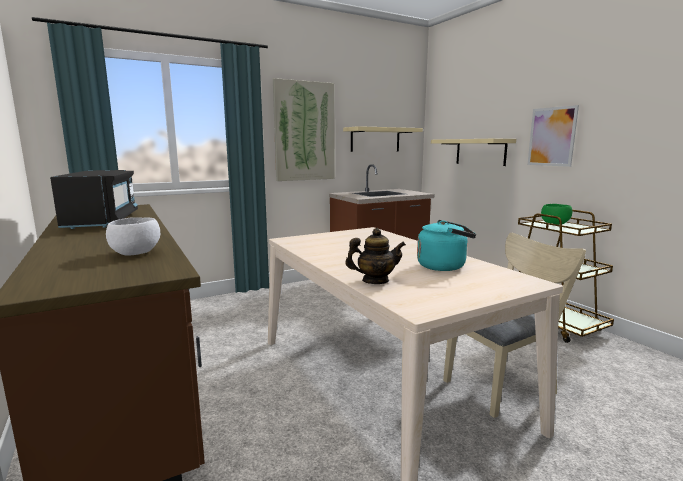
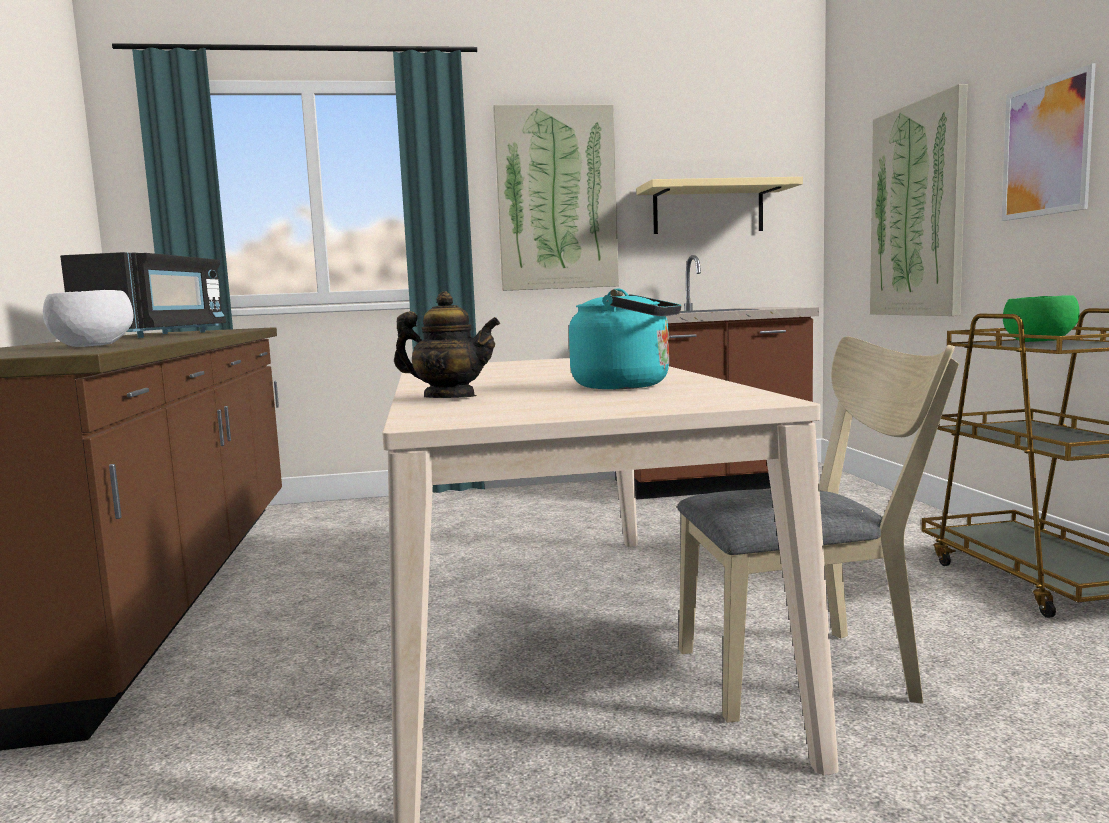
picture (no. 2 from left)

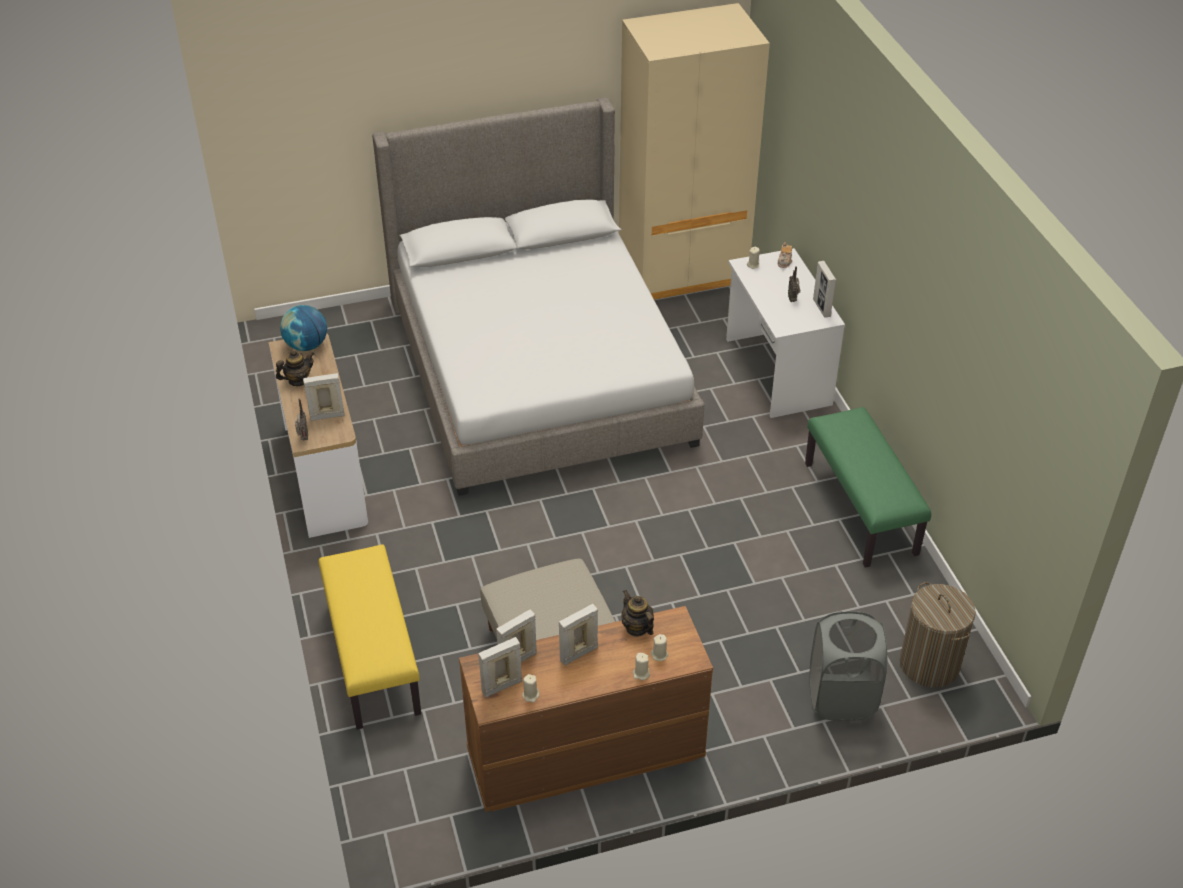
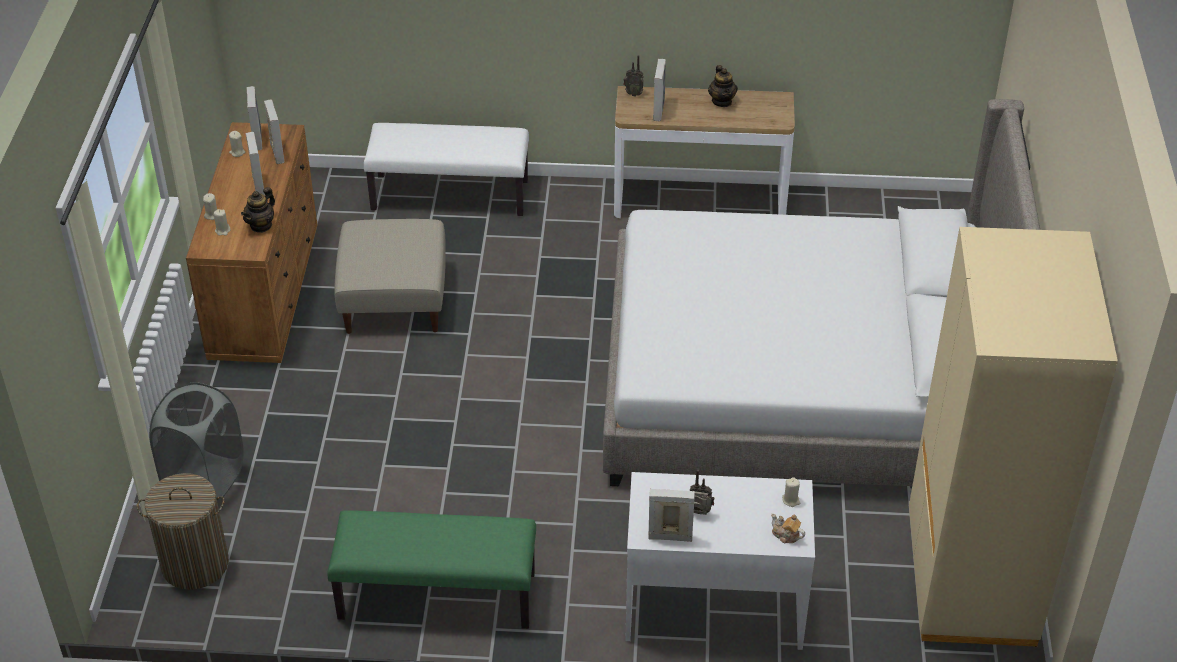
desk globe
indoor bench in whitish
teapot (no. 1 from left)

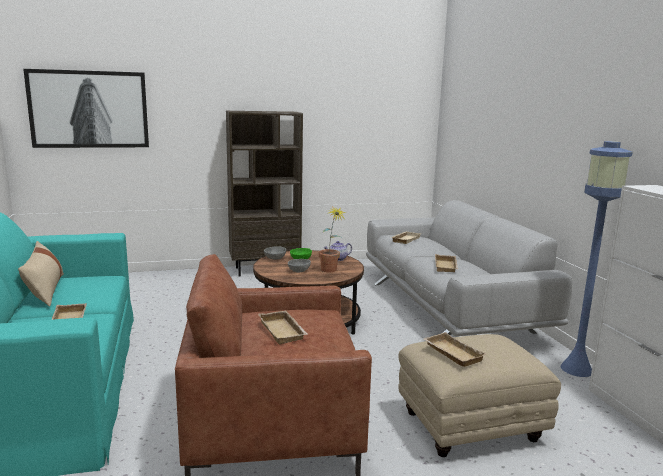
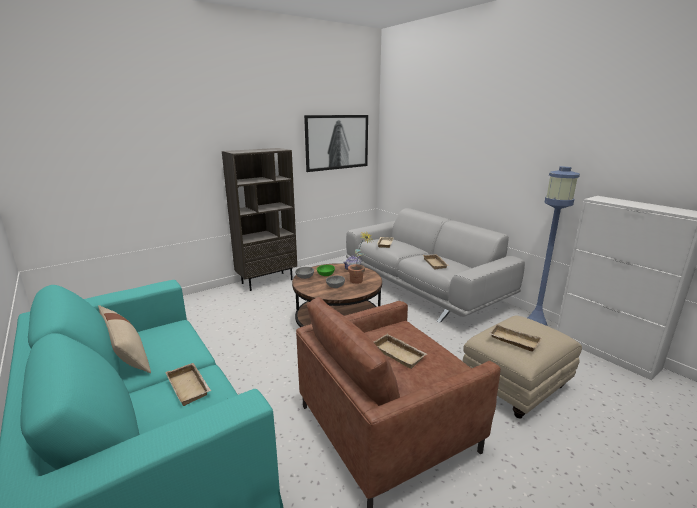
picture

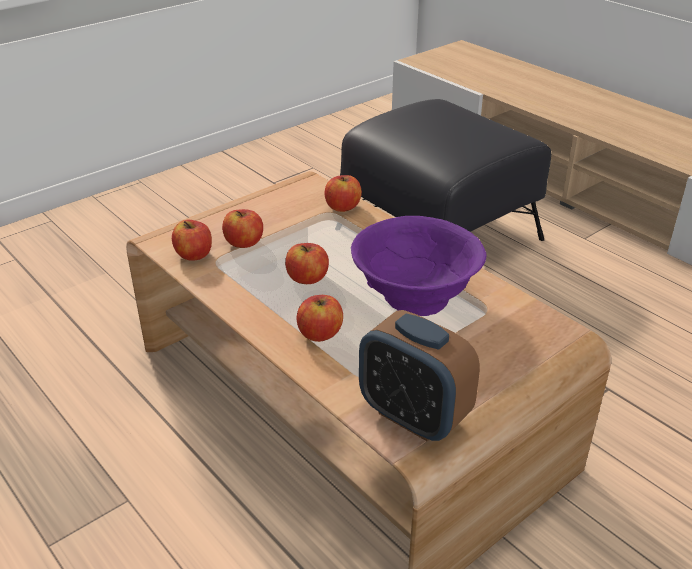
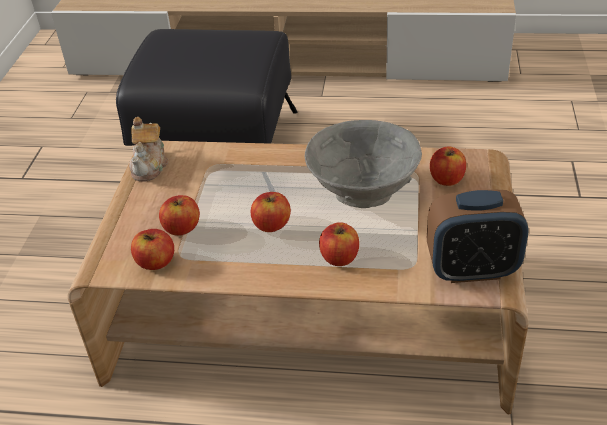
apple fruit (no. 5 from left)
deep dish in gray
teapot

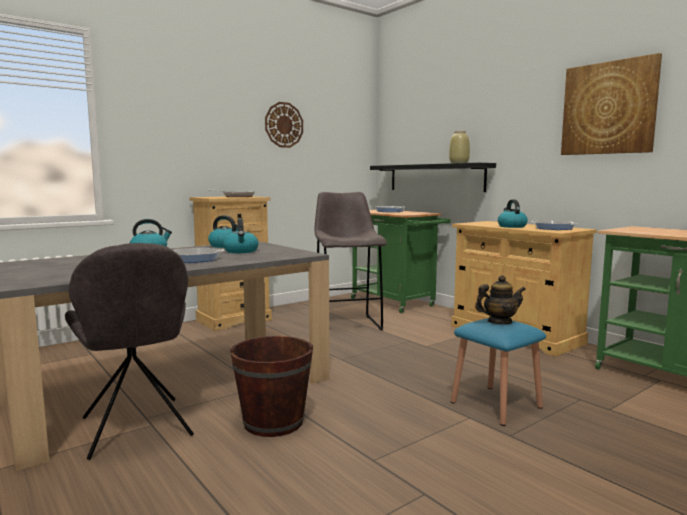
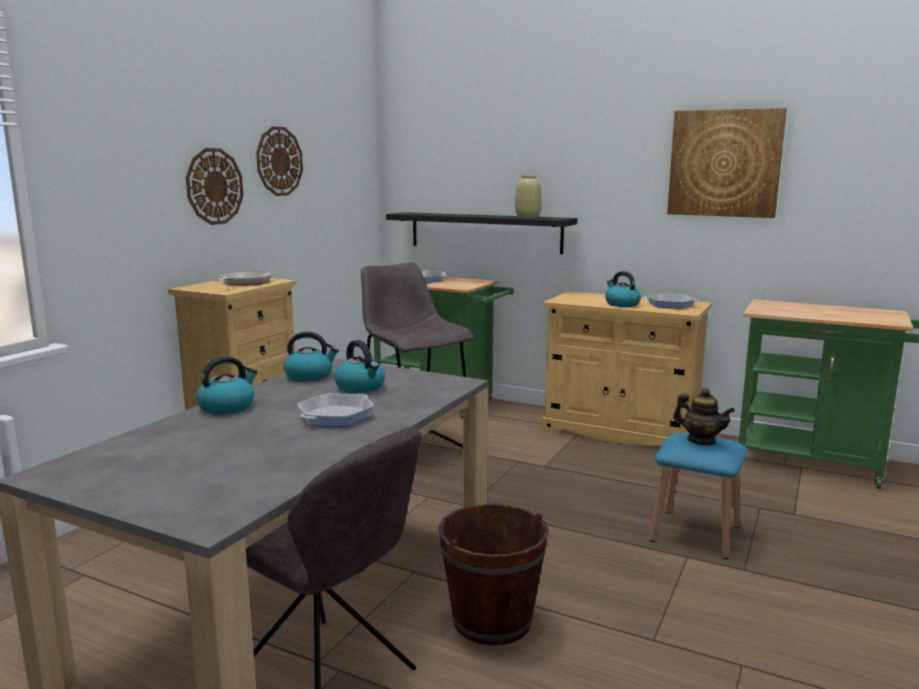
teapot
hanging clock (no. 1 from left)

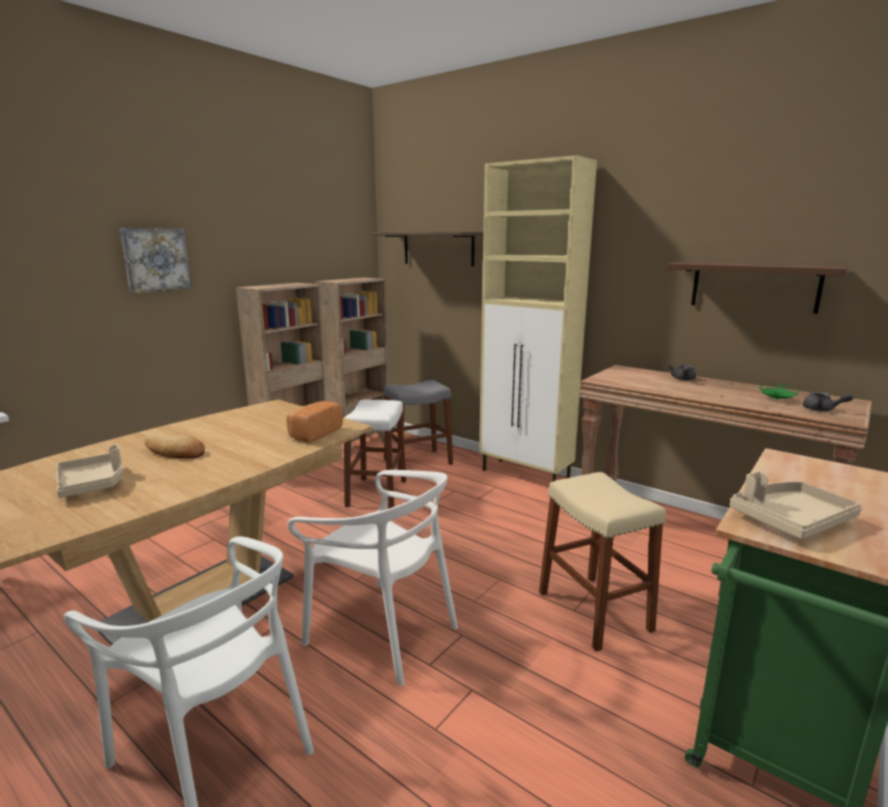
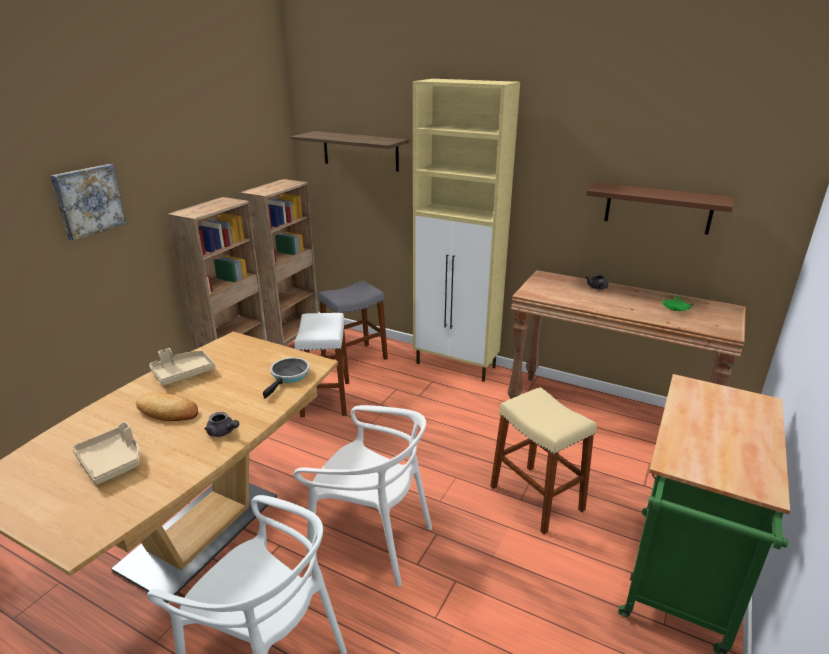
frying pan
serving tray in beige (no. 2 from left)
teapot in gray (no. 1 from left)

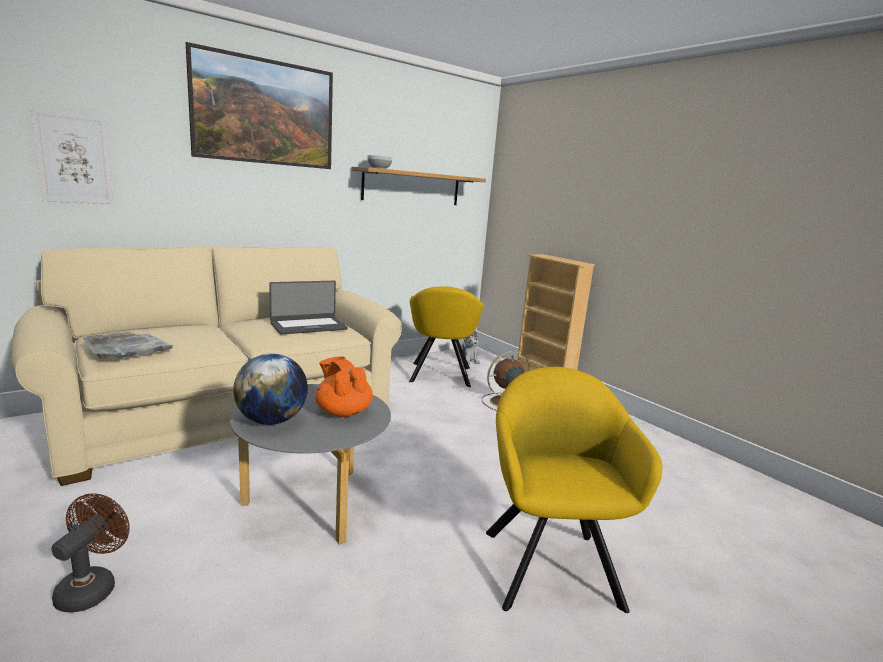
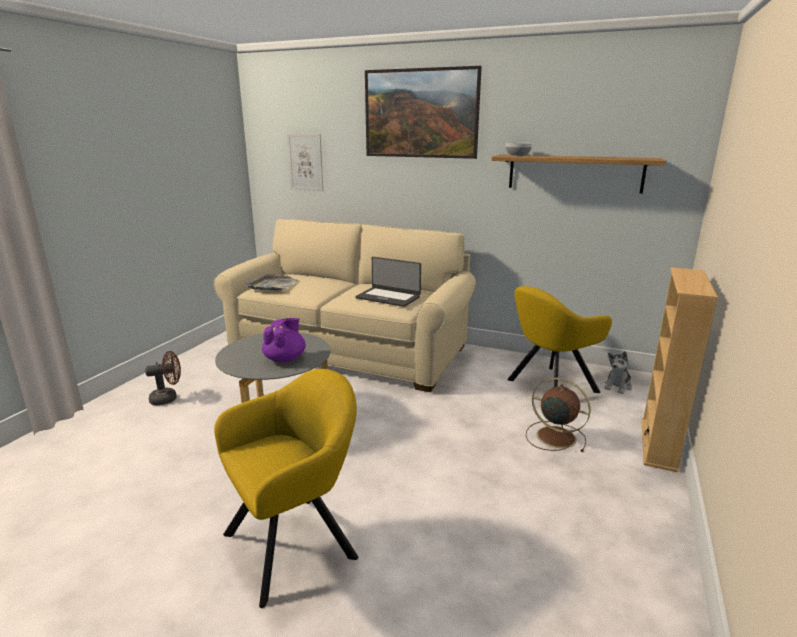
desk globe
teapot in purplish

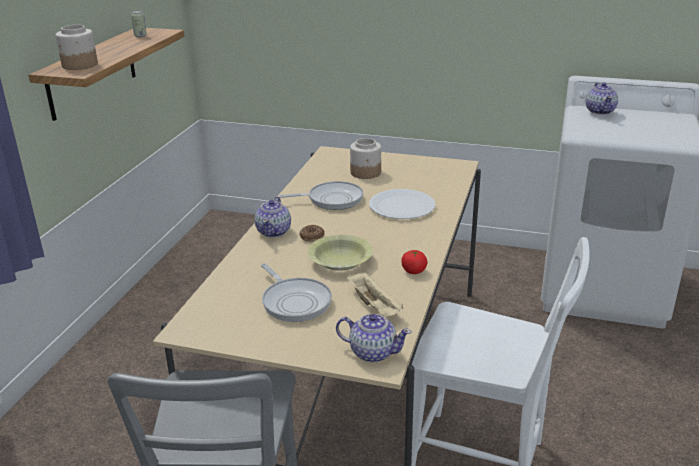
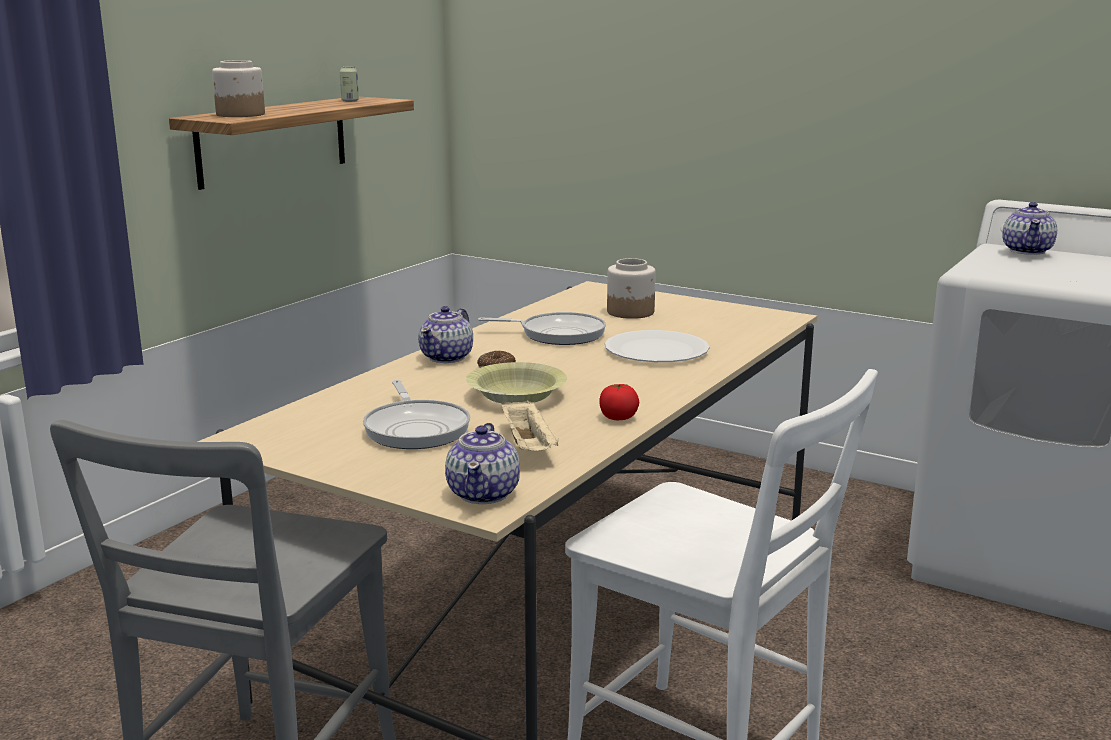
teapot (no. 2 from left)

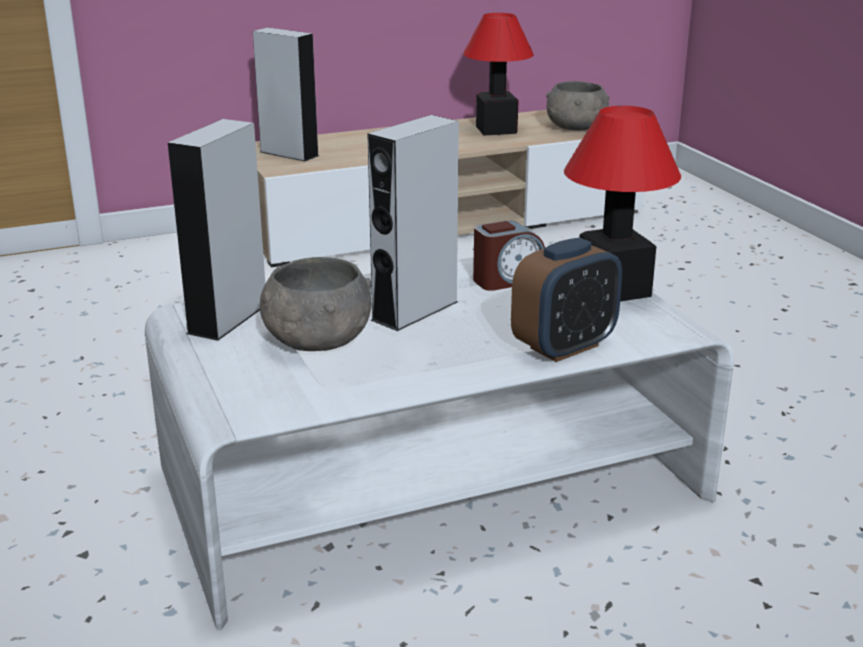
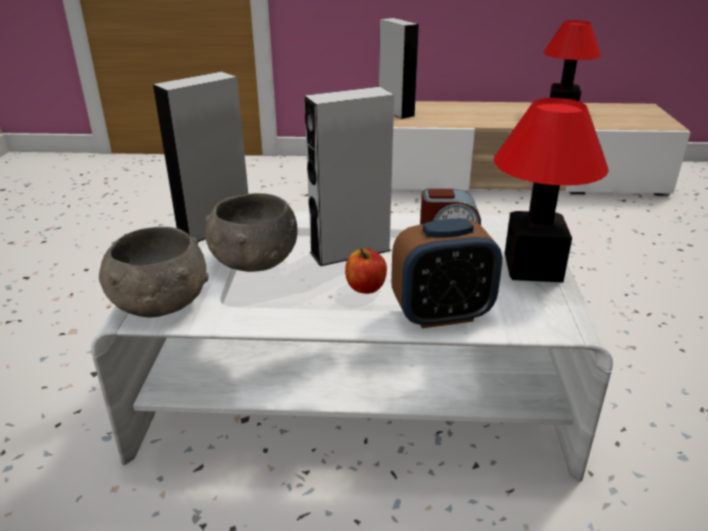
deep dish in gray (no. 1 from left)
apple fruit

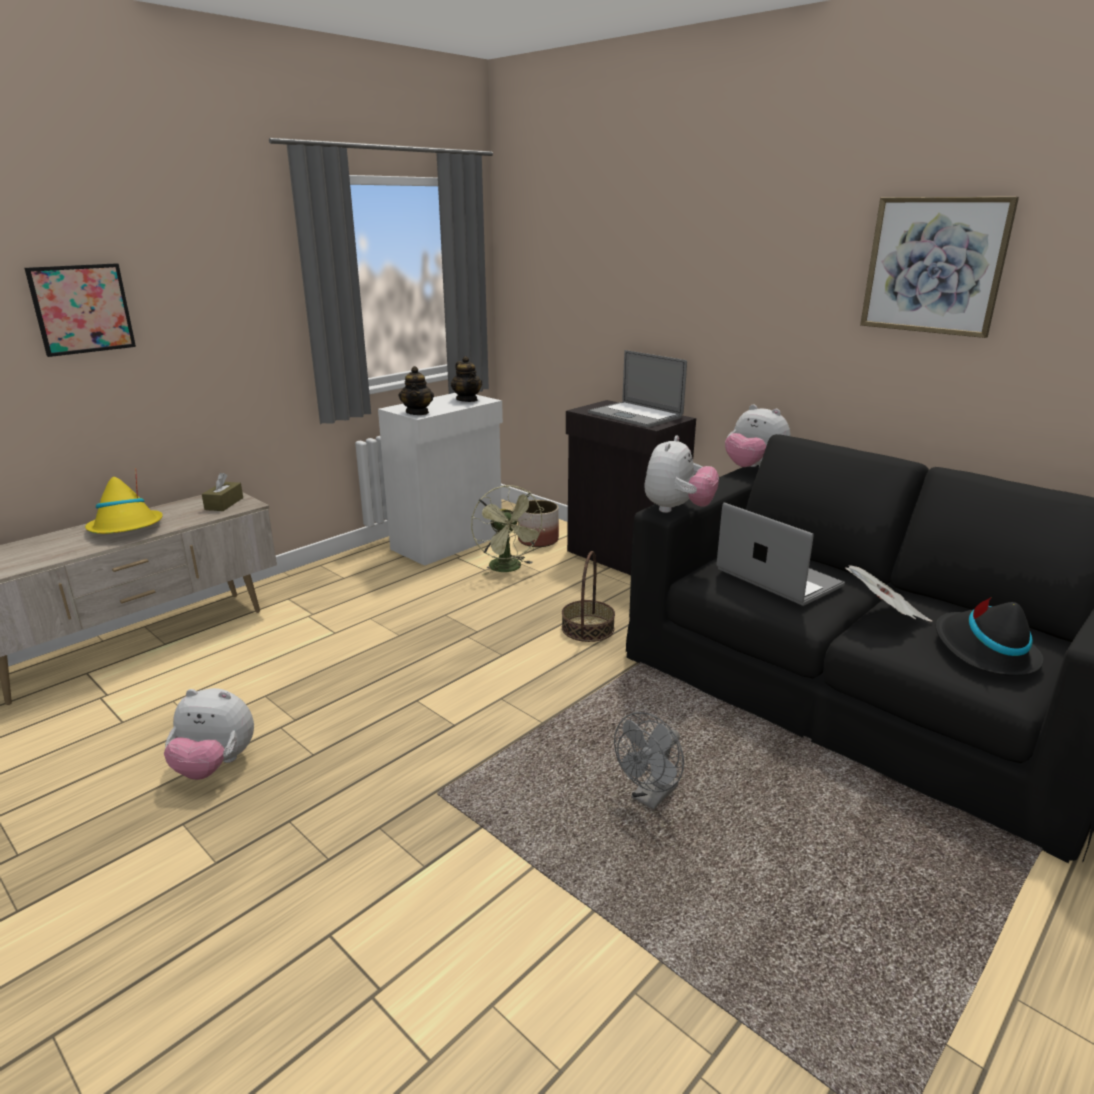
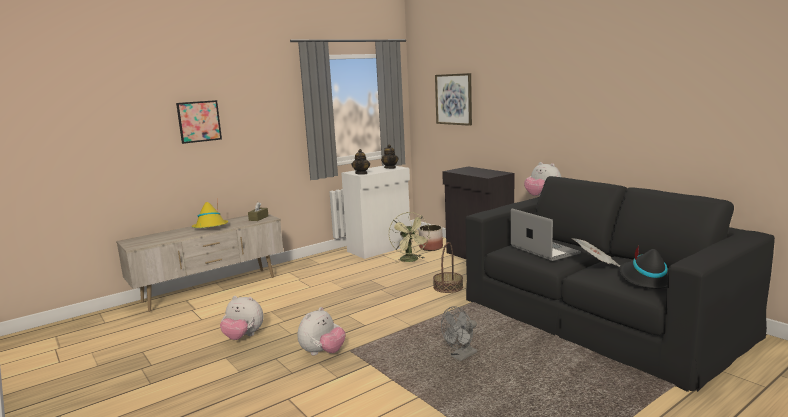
notebook computer (no. 1 from left in the first image)
plush toy (no. 2 from left)
picture (no. 2 from left)

